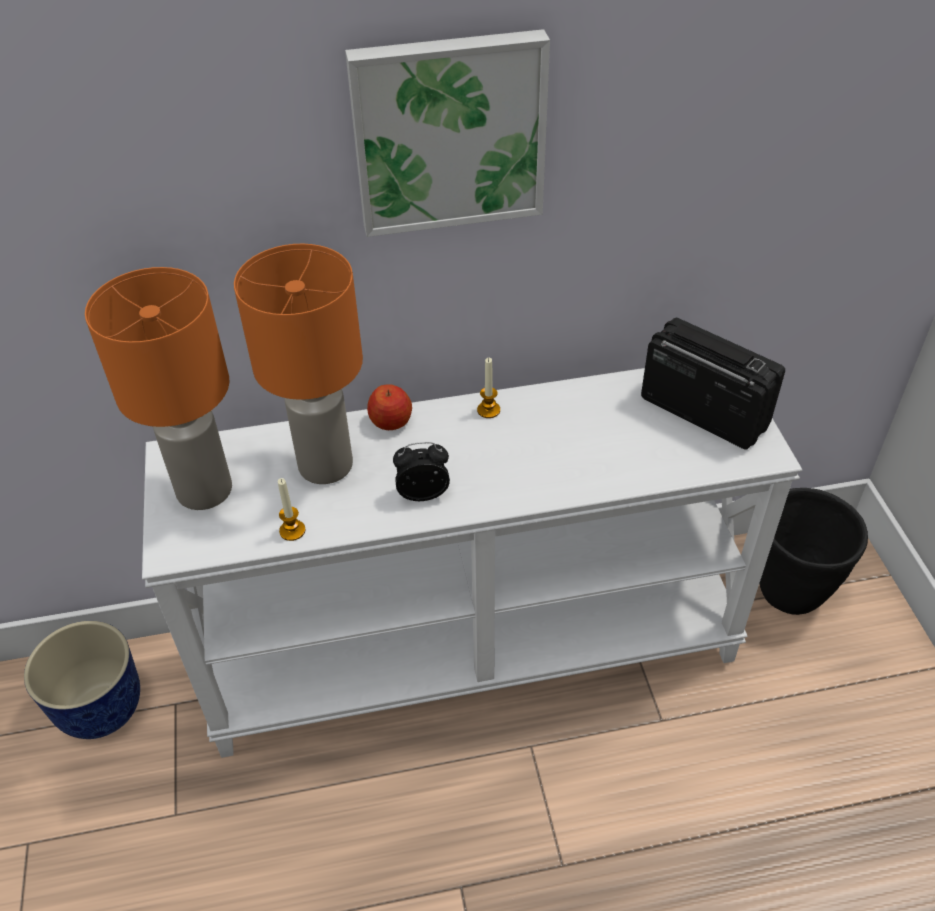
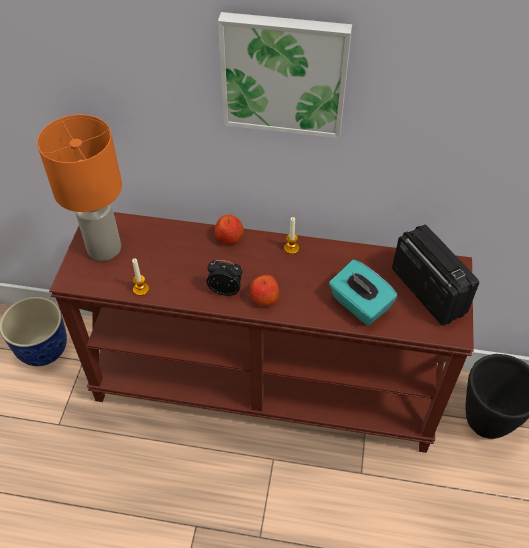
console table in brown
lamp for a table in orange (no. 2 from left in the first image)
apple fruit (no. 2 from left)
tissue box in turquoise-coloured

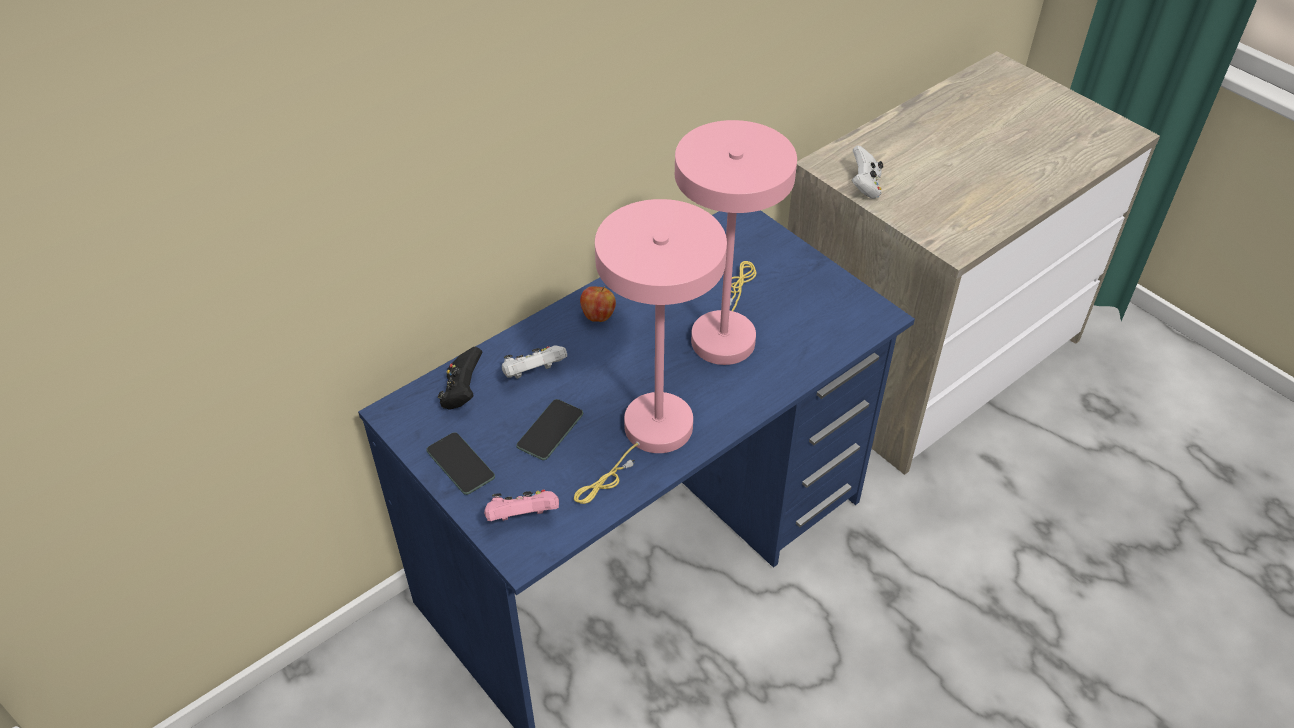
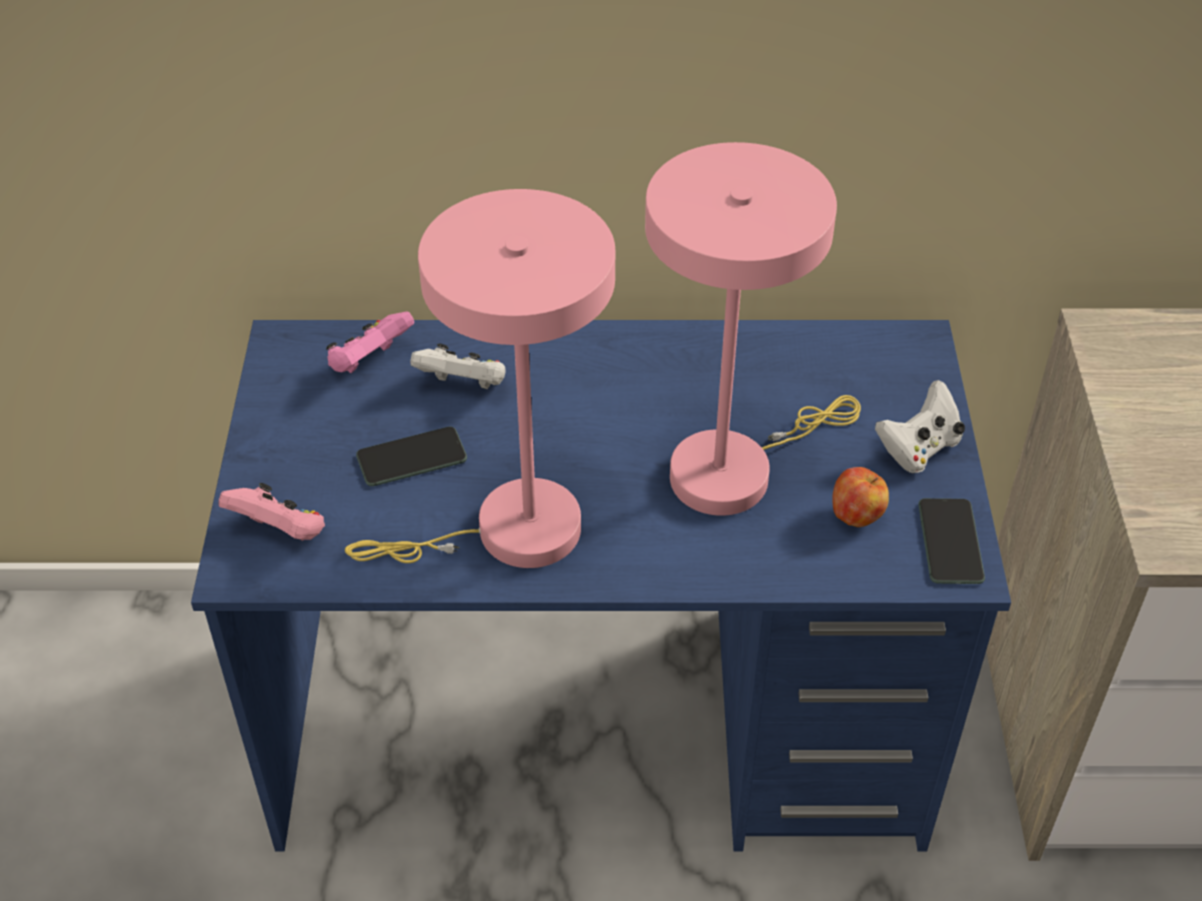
phone (no. 2 from left)
game controller in pink (no. 2 from left)
apple fruit
game controller in whitish (no. 2 from left)

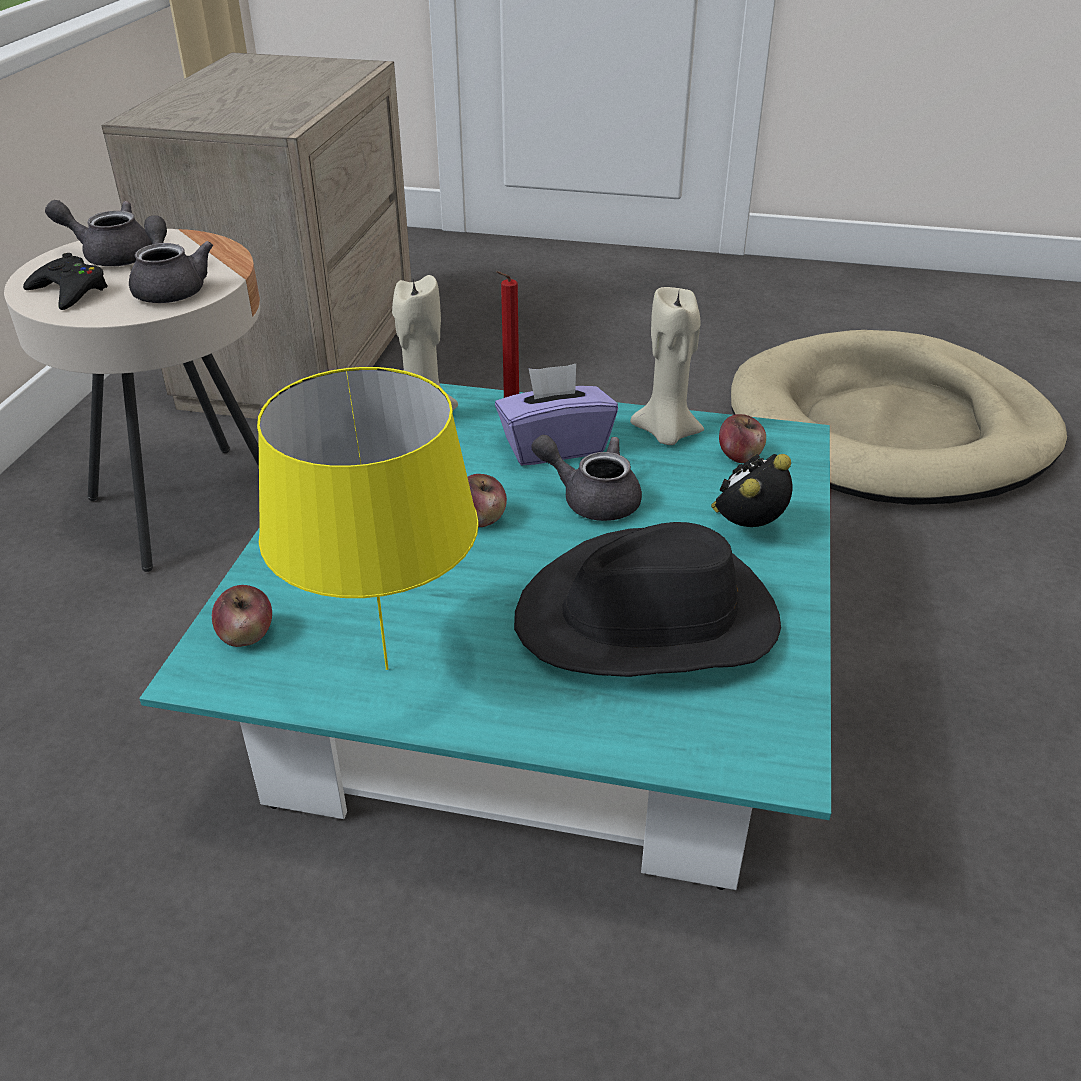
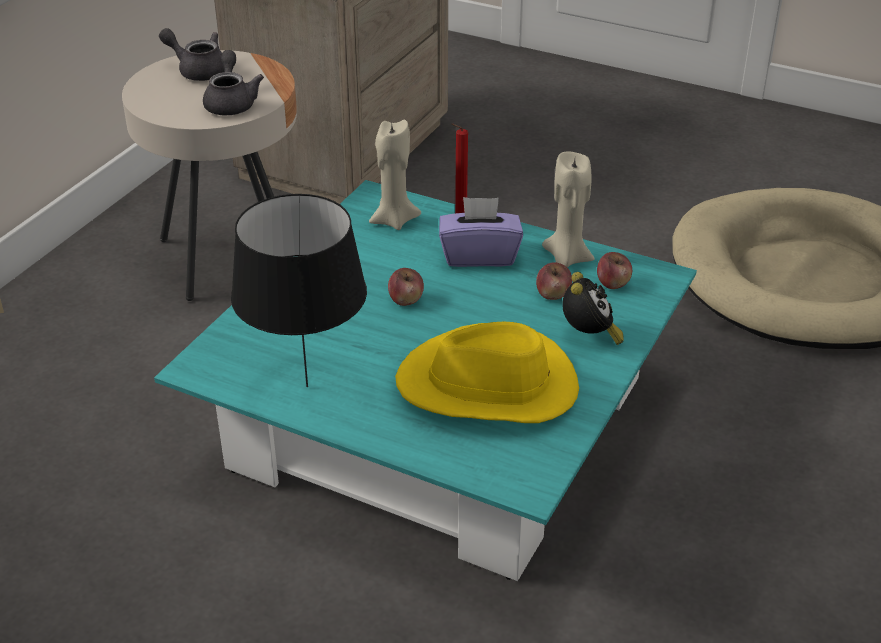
game controller in black-coloured
apple fruit (no. 2 from left)
lamp for a table in black-coloured
clothing hat in yellow
teapot in gray (no. 3 from left in the first image)
table clock

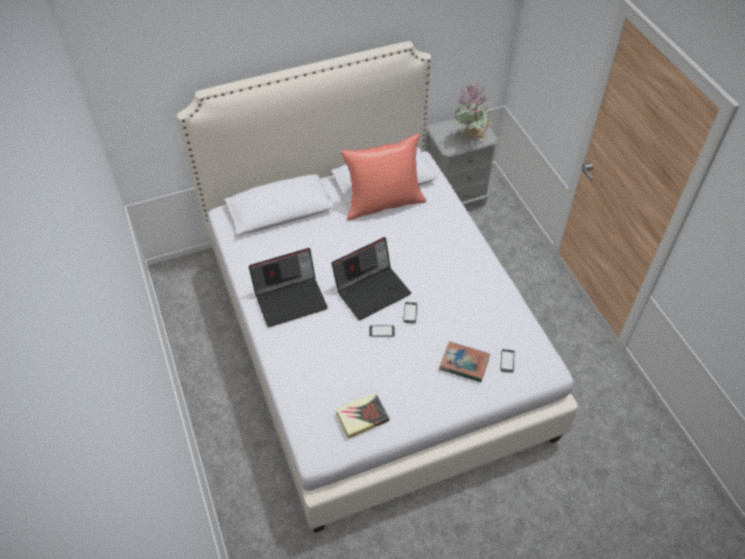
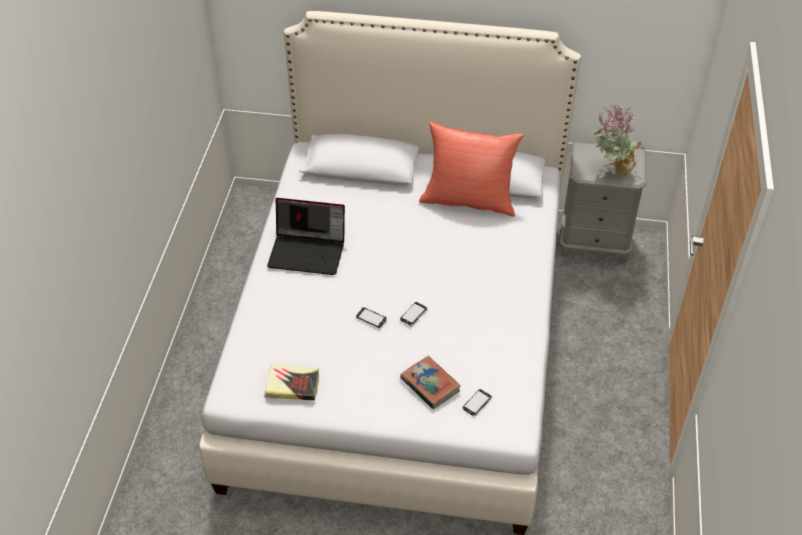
notebook computer (no. 2 from left in the first image)

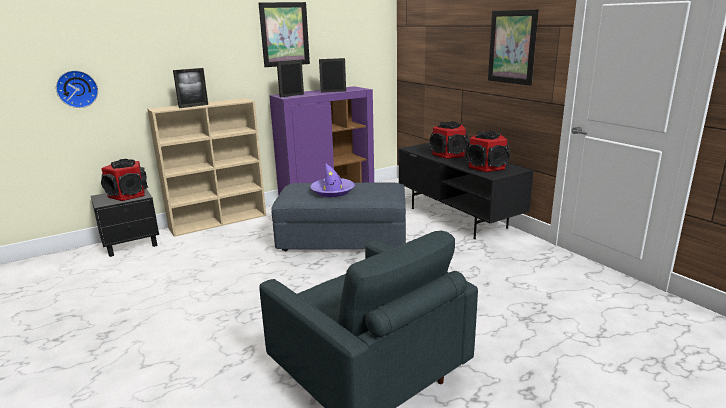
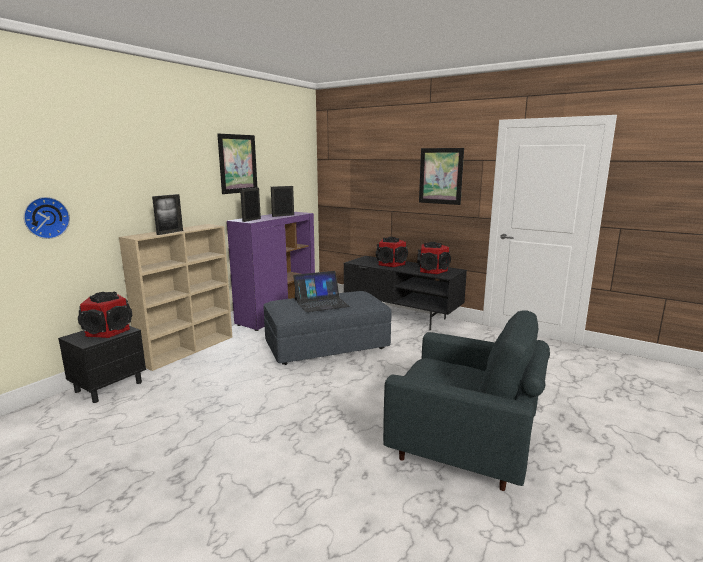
notebook computer

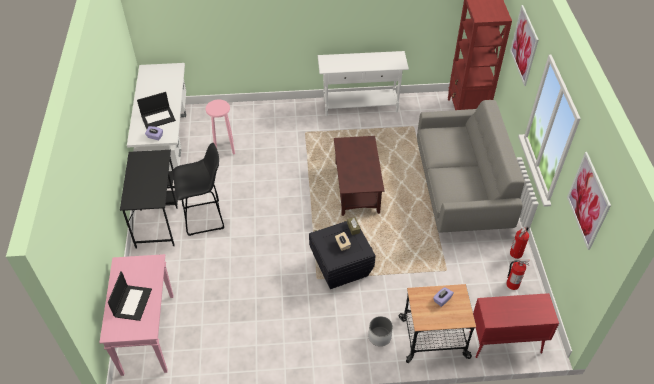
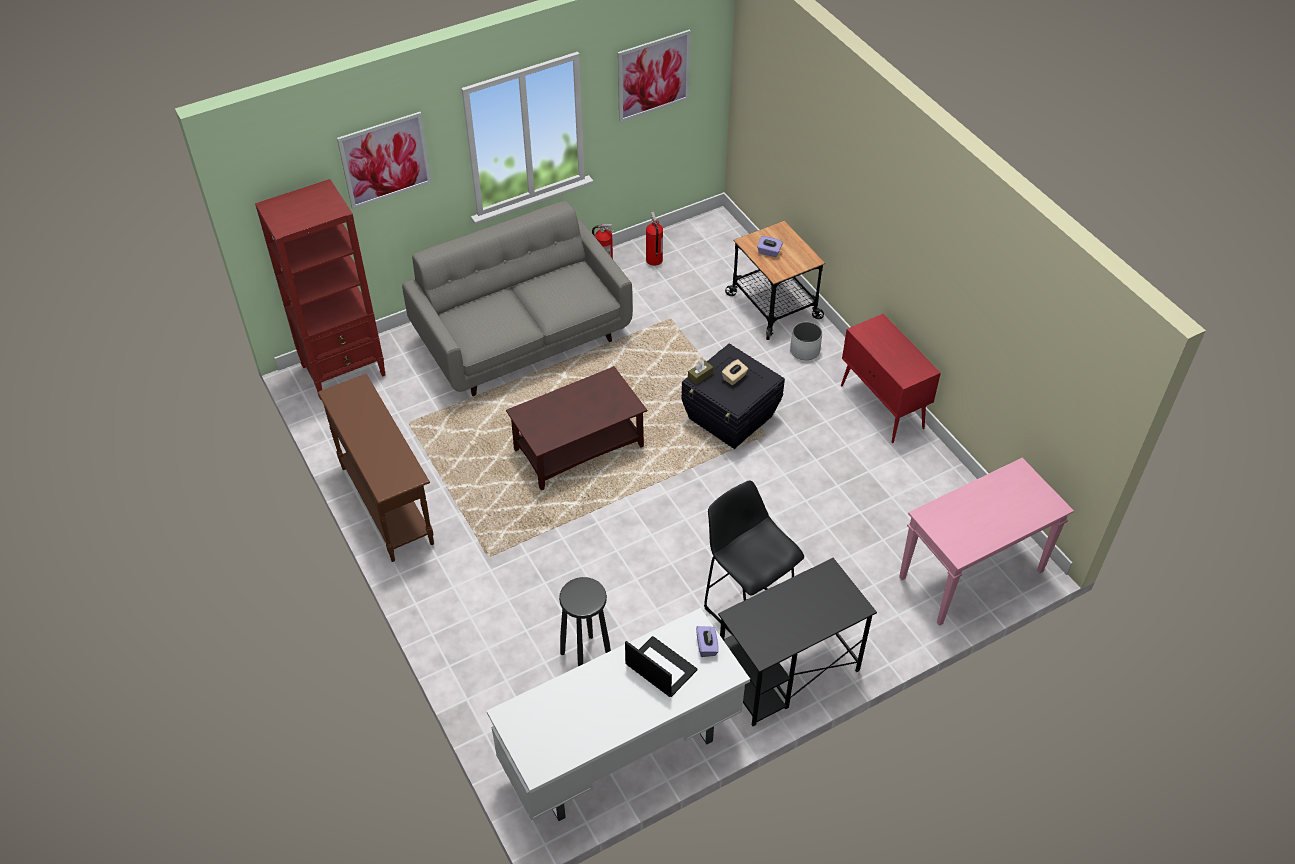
notebook computer (no. 1 from left in the first image)
stool in black-coloured (no. 1 from left)
console table in brown
cupboard in red-coloured

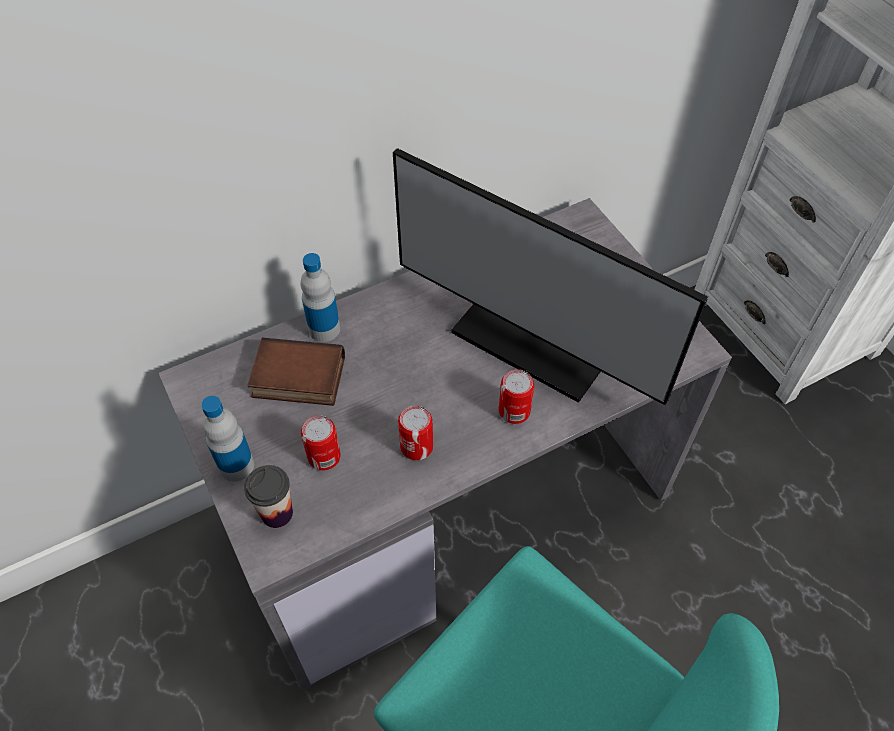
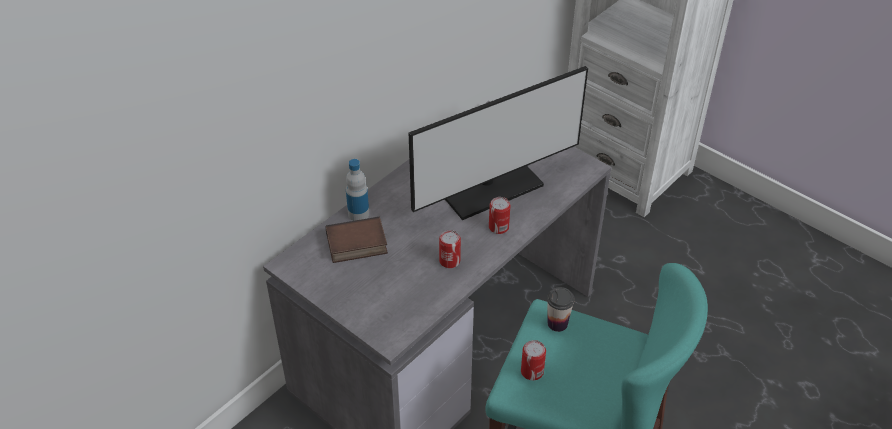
beverage bottle (no. 1 from left in the first image)
small cup
sealed can (no. 3 from left)
computer display

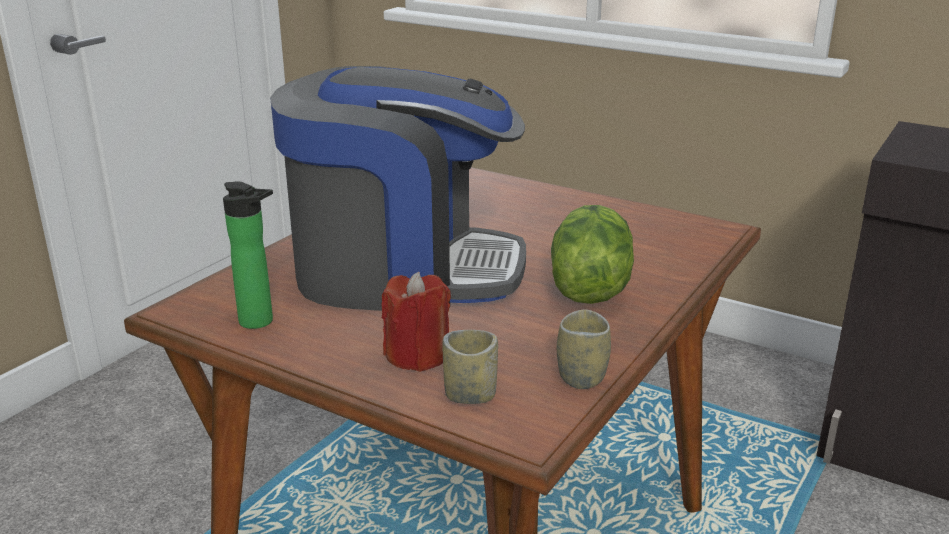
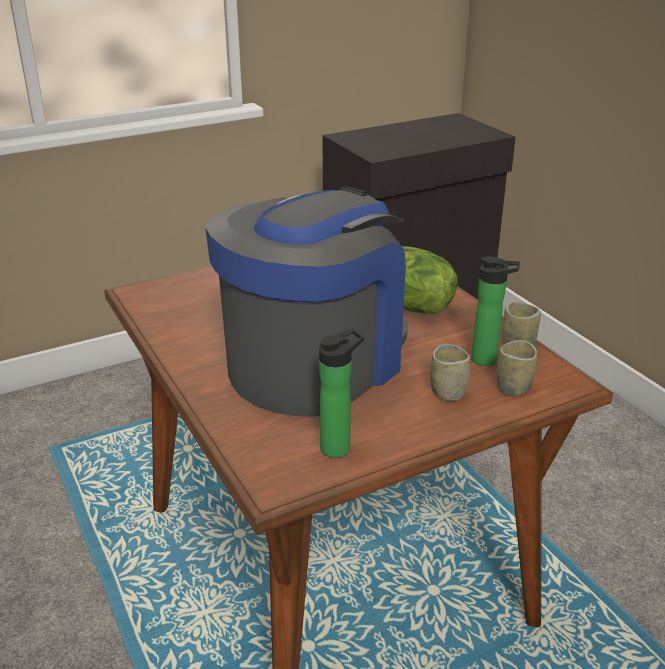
small cup (no. 1 from left)
beverage bottle (no. 2 from left)

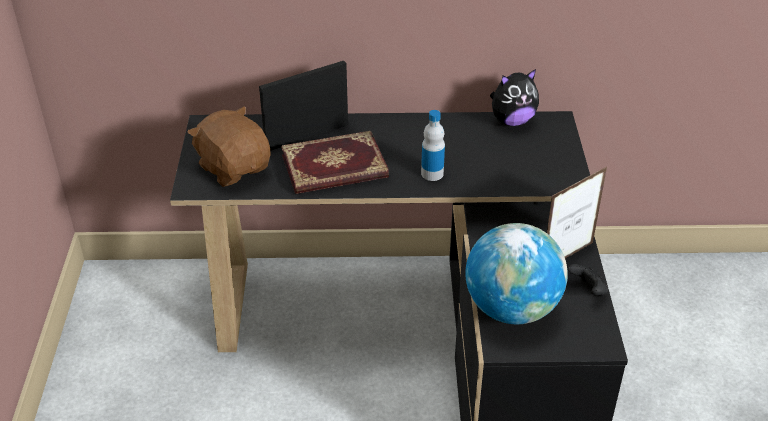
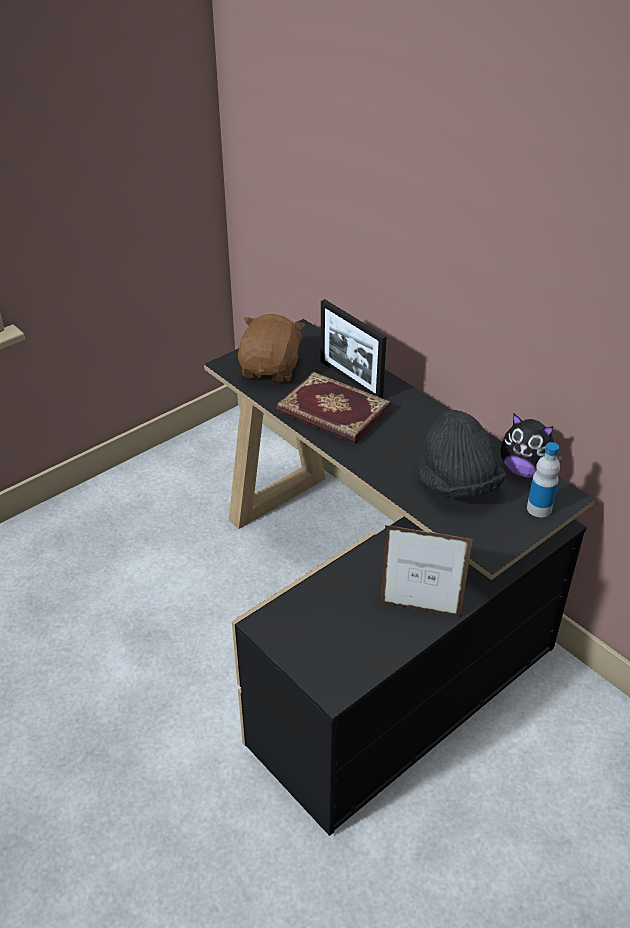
standing frame (no. 1 from left)
beverage bottle
desk globe
game controller in black-coloured
clothing hat in black-coloured

